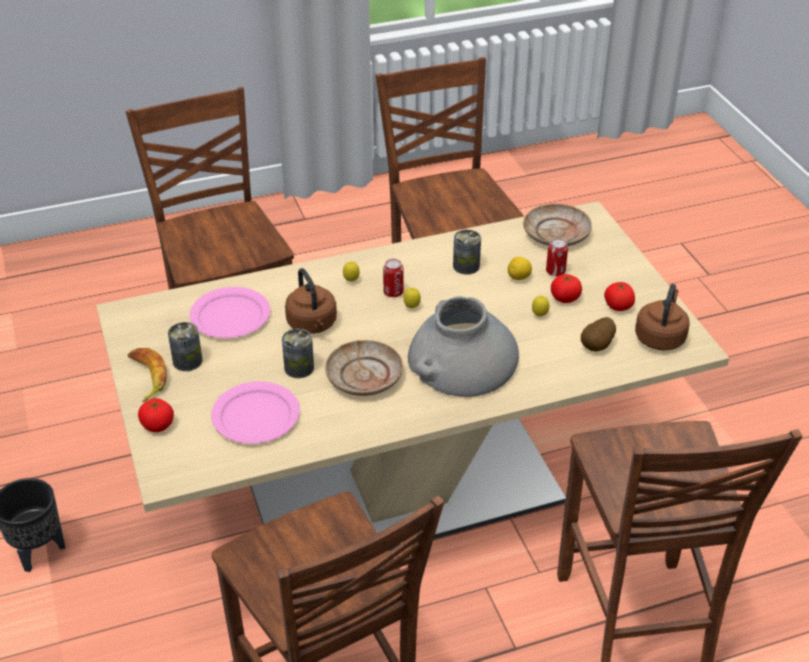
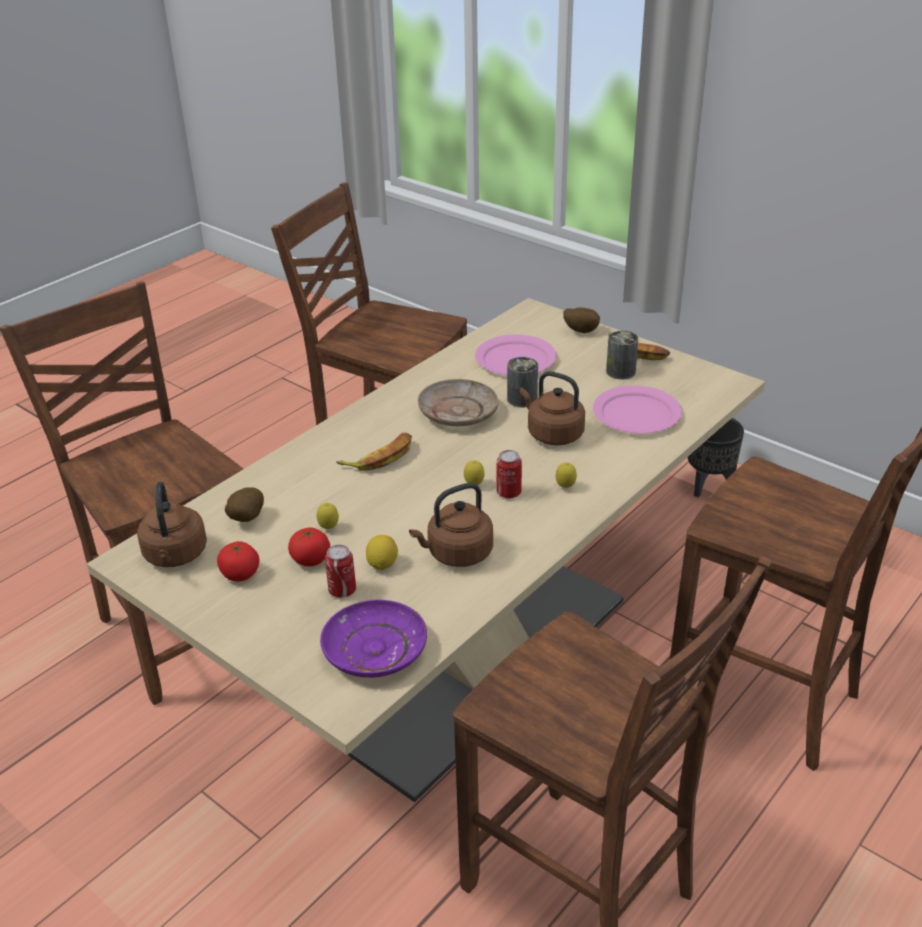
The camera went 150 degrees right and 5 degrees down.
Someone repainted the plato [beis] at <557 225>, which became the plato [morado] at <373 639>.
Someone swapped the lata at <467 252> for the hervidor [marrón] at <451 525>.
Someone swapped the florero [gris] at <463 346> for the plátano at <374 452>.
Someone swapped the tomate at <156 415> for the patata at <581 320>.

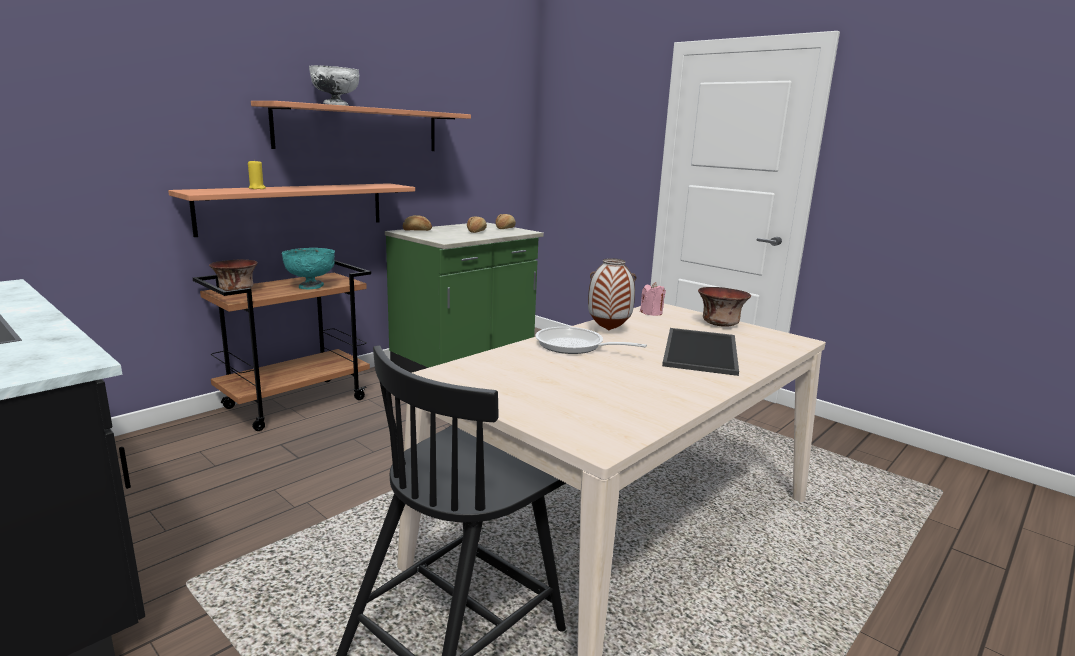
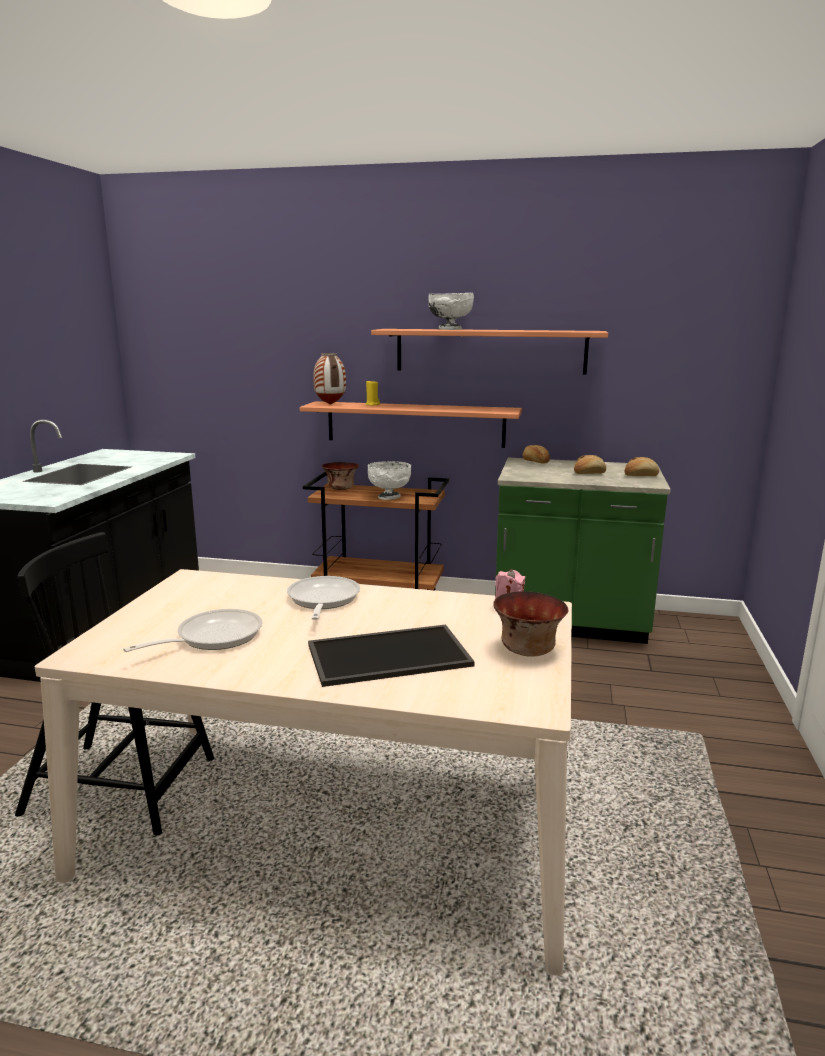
The camera went 60 degrees right and 0 degrees up.
Someone repainted the cuenco [turquesa] at <308 268>, which became the cuenco [blanco] at <389 480>.
Someone carried the florero from <612 294> to <329 379>.
Someone put down the sartén at <193 630>.

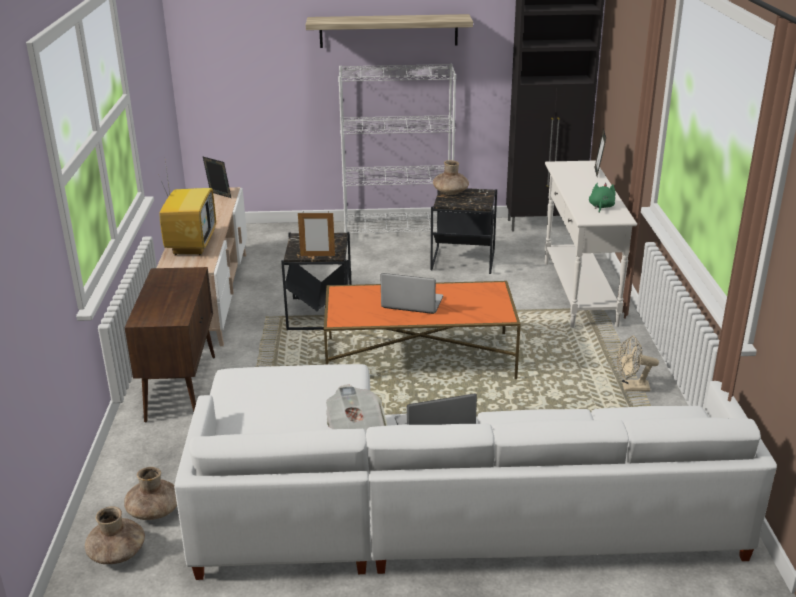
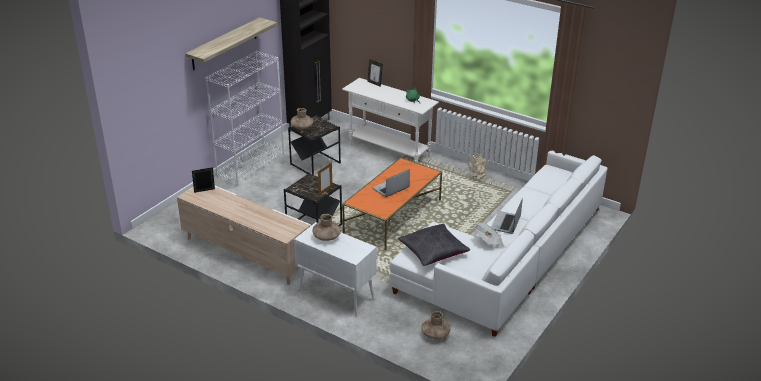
The camera went 55 degrees left and 5 degrees up.
Someone took away the televisor at <187 209>.
Someone repainted the armario [marrón] at <169 345>, which became the armario [blanco] at <335 269>.
Someone carried the florero [marrón] from <115 535> to <326 227>.
Someone put down the cojín [negro] at <434 245>.

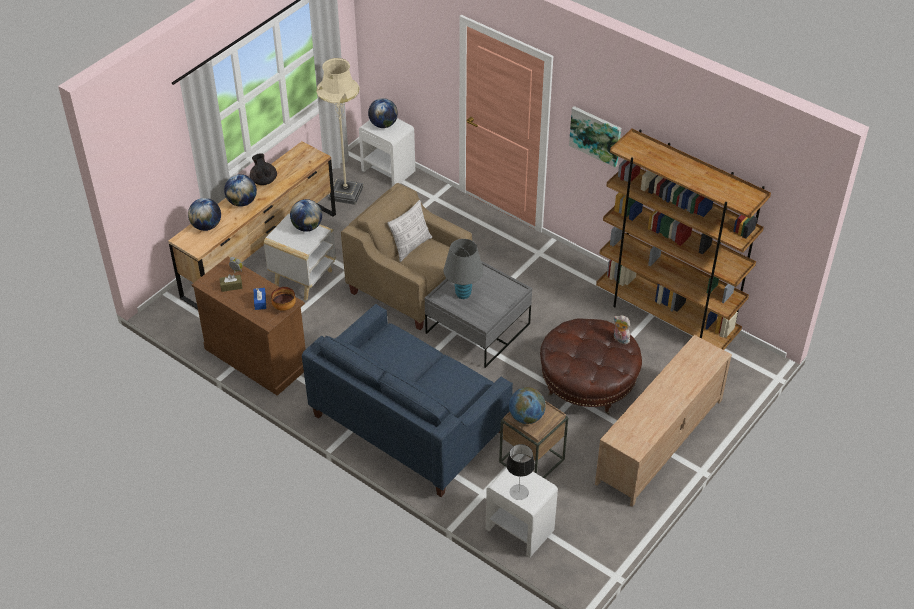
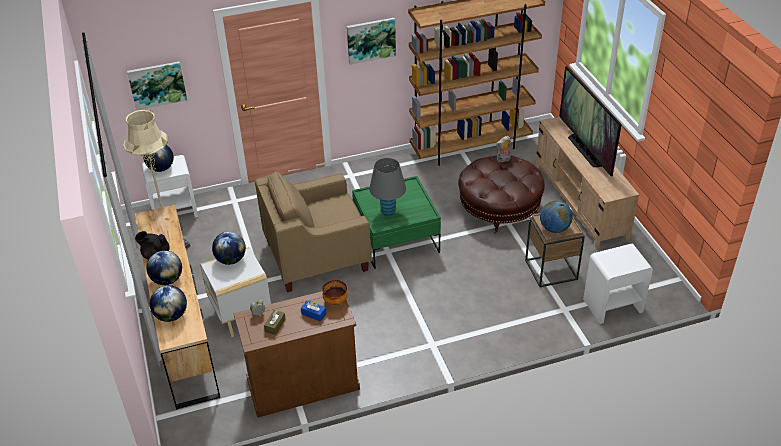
The camera went 55 degrees left and 5 degrees down.
Someone took away the cojín at <409 231>.
Someone repainted the mesa de centro [gris] at <478 314>, which became the mesa de centro [verde] at <396 222>.
Someone took away the sofá [azul] at <407 400>.
Someone took away the lámpara de mesa at <520 472>.
Someone put up the cuadro at <157 86>.
Someone put down the televisor at <590 121>.

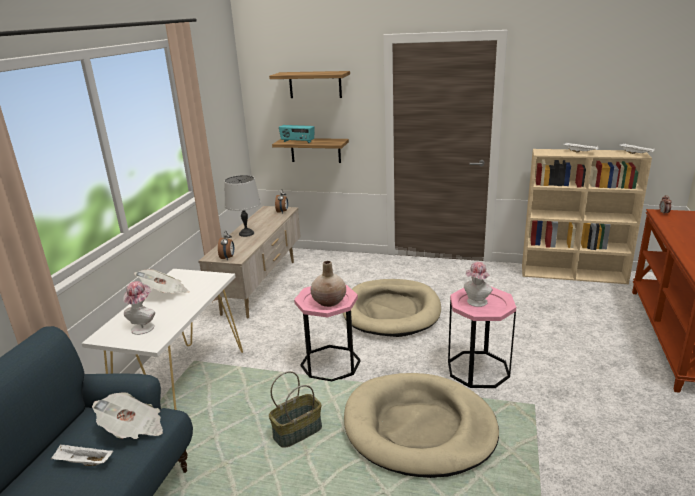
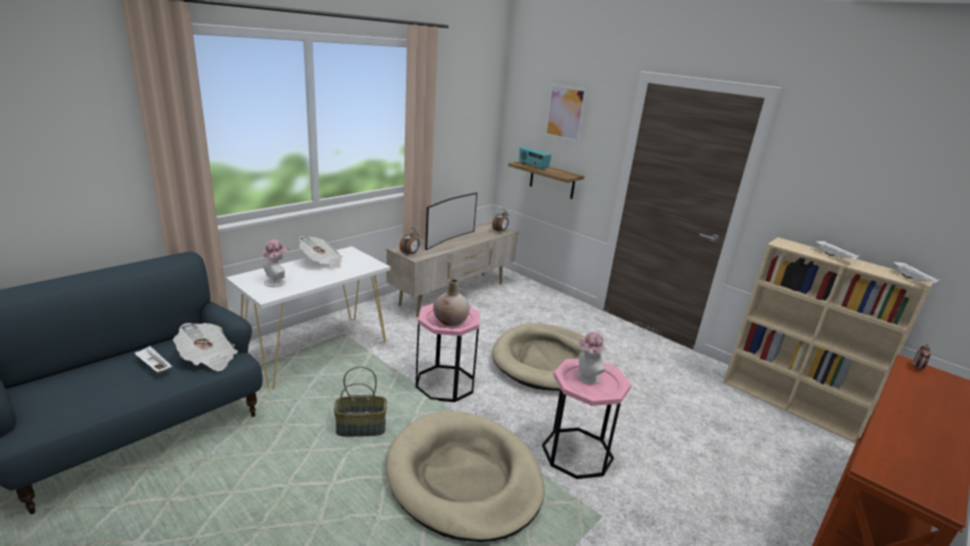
The camera went 25 degrees right and 0 degrees up.
Someone swapped the estante at <309 84> for the cuadro at <566 113>.
Someone swapped the lámpara de mesa [gris] at <242 206> for the televisor at <451 221>.

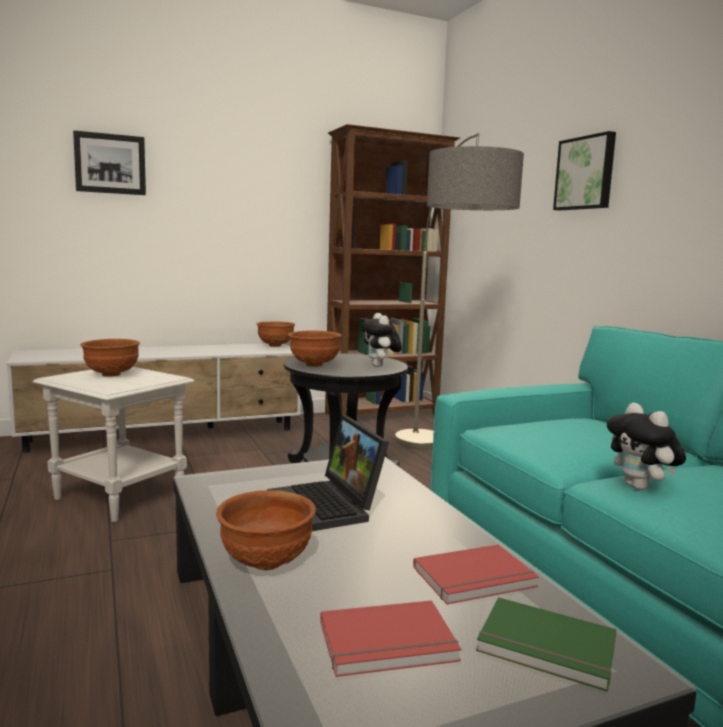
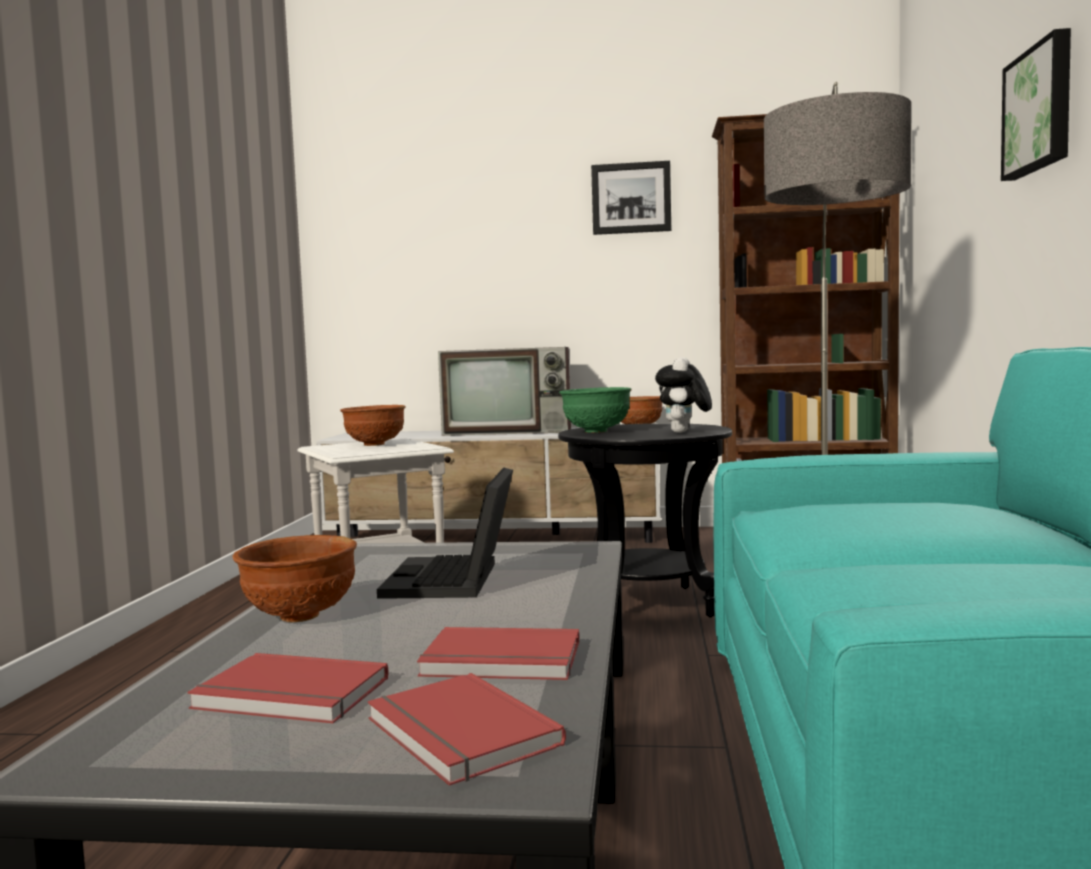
The camera went 30 degrees right and 5 degrees down.
Someone carried the cuadro from <109 162> to <631 198>.
Someone repainted the cuenco [marrón] at <315 349>, which became the cuenco [verde] at <595 410>.
Someone took away the peluche at <646 446>.
Someone repainted the libro [verde] at <546 644>, which became the libro [rojo] at <467 729>.
Someone put down the televisor at <504 391>.

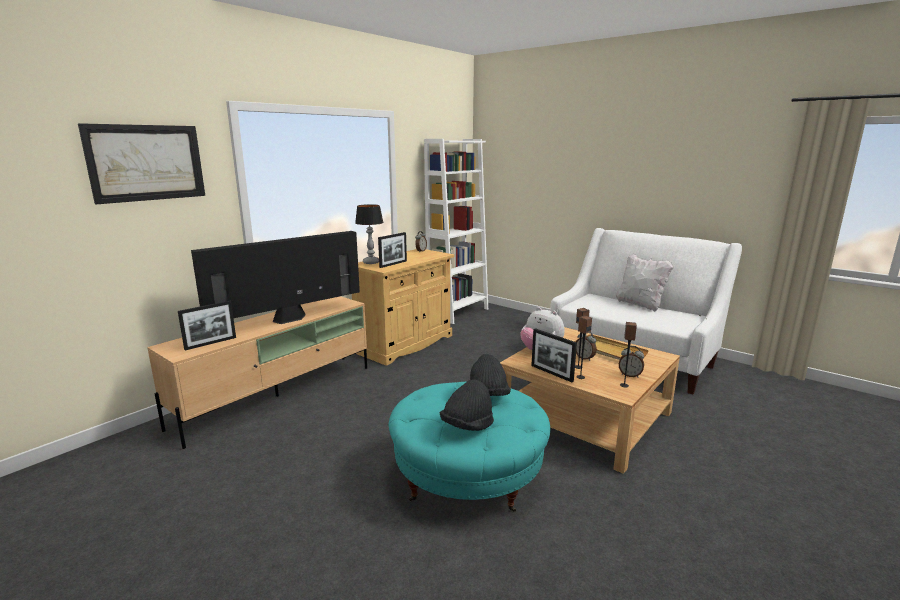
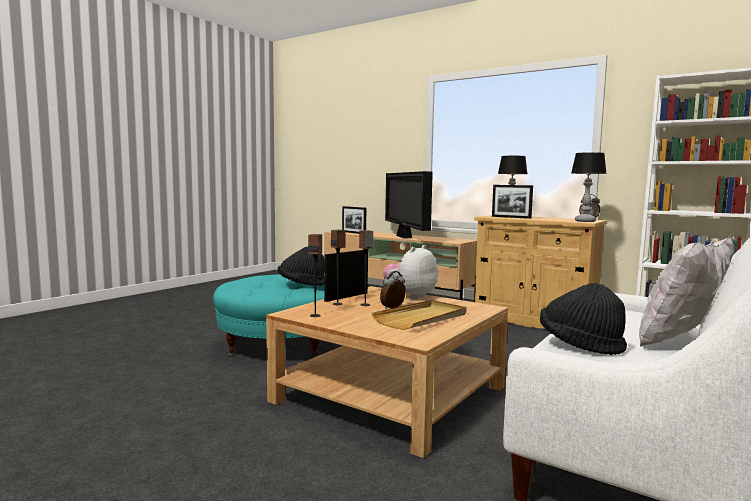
The camera went 85 degrees right and 10 degrees down.
Someone took away the cuadro at <141 163>.
Someone rotated the televisor at <275 277> by 150 degrees counterclockwise.
Someone took away the despertador at <631 361>.
Someone carried the sombrero [negro] from <467 405> to <583 319>.
Someone put down the lámpara de mesa at <589 187>.

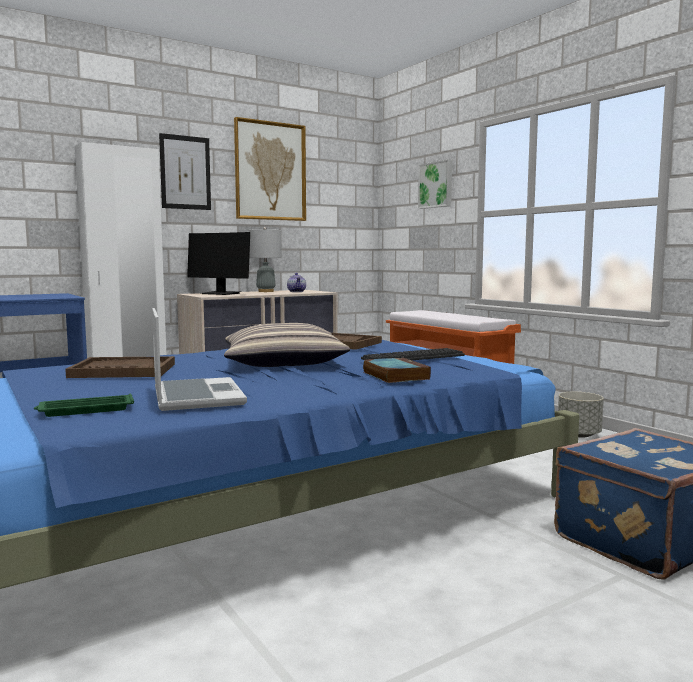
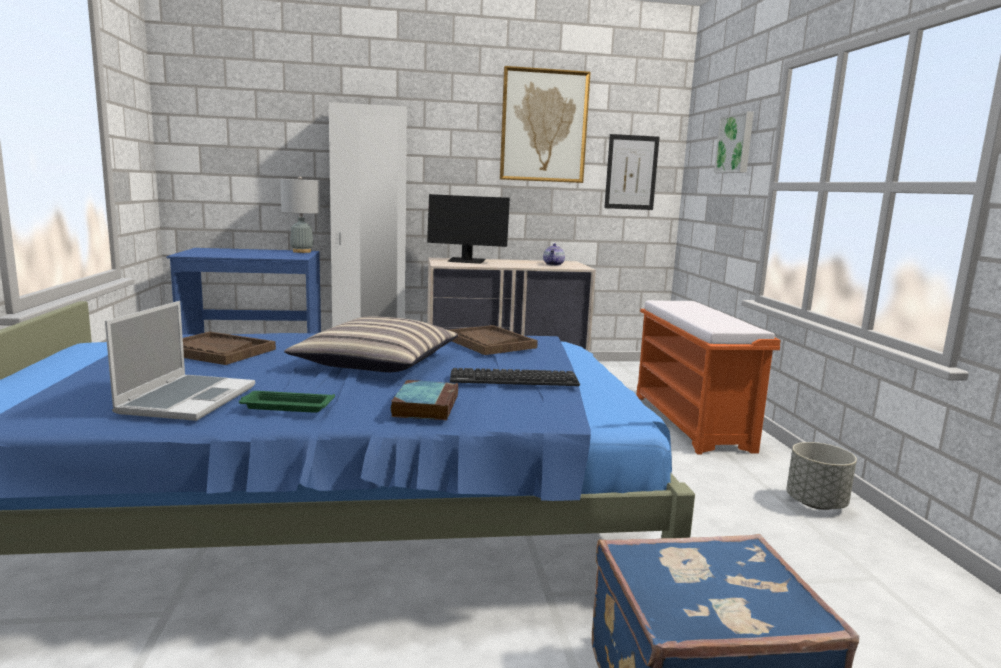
The camera went 25 degrees right and 5 degrees up.
Someone carried the cuadro from <185 171> to <632 172>.
Someone carried the lámpara de mesa [gris] from <265 259> to <300 214>.
Someone rotated the monitor at <218 263> by 45 degrees counterclockwise.
Someone carried the bandeja [verde] from <84 405> to <287 402>.

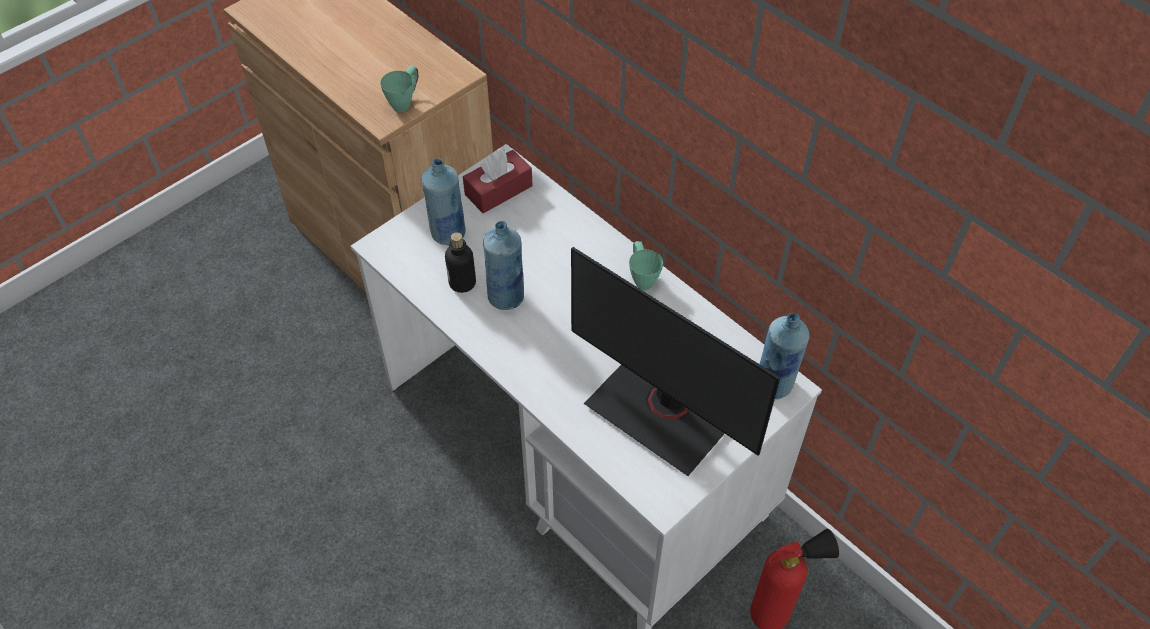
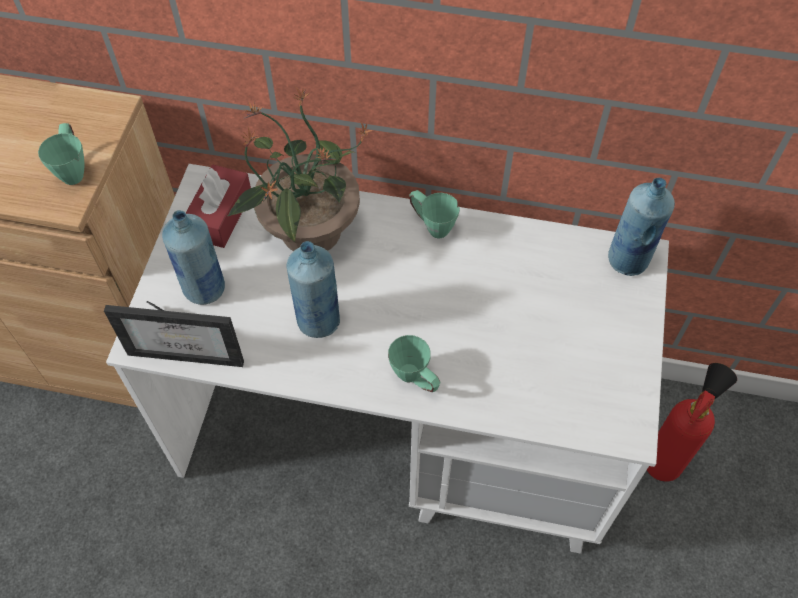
The camera went 35 degrees left and 5 degrees up.
Someone took away the botella at <460 262>.
Someone took away the monitor at <675 361>.
Someone put down the planta en maceta at <300 169>.
Someone put down the portarretratos at <174 334>.
Someone put down the taza grande [verde] at <414 363>.

